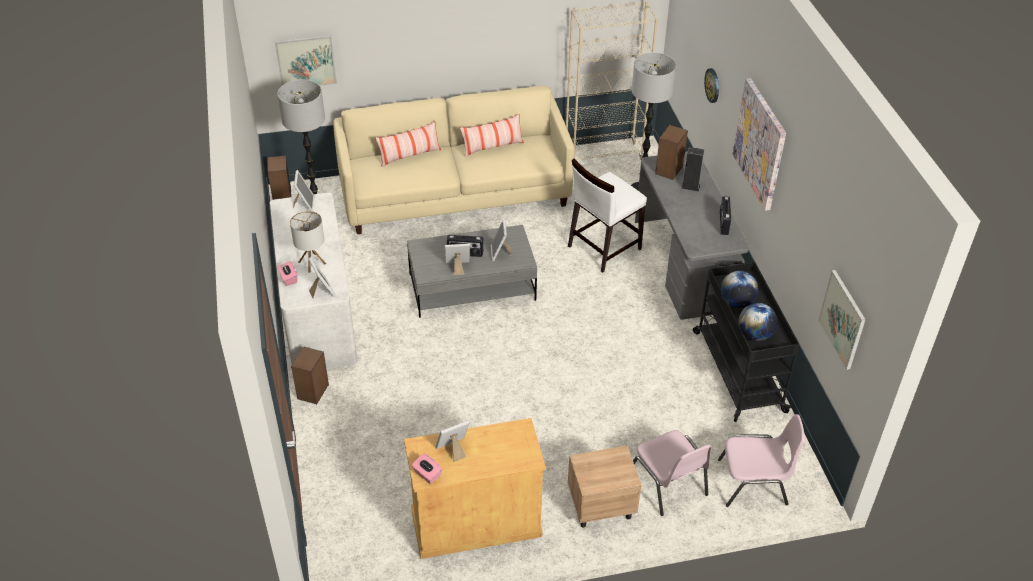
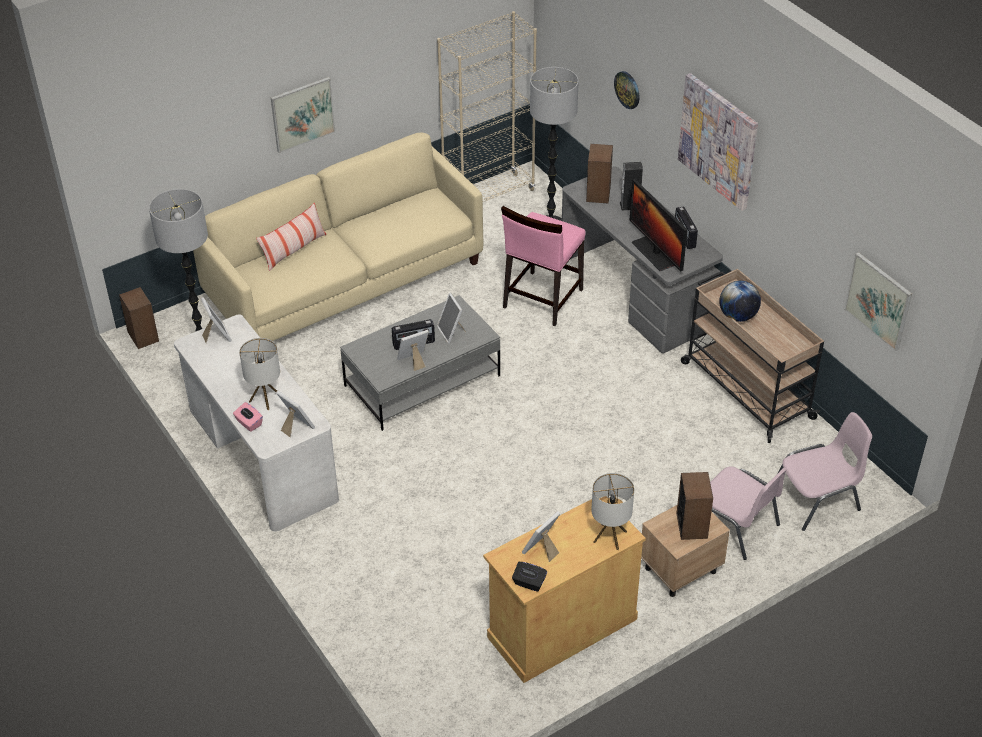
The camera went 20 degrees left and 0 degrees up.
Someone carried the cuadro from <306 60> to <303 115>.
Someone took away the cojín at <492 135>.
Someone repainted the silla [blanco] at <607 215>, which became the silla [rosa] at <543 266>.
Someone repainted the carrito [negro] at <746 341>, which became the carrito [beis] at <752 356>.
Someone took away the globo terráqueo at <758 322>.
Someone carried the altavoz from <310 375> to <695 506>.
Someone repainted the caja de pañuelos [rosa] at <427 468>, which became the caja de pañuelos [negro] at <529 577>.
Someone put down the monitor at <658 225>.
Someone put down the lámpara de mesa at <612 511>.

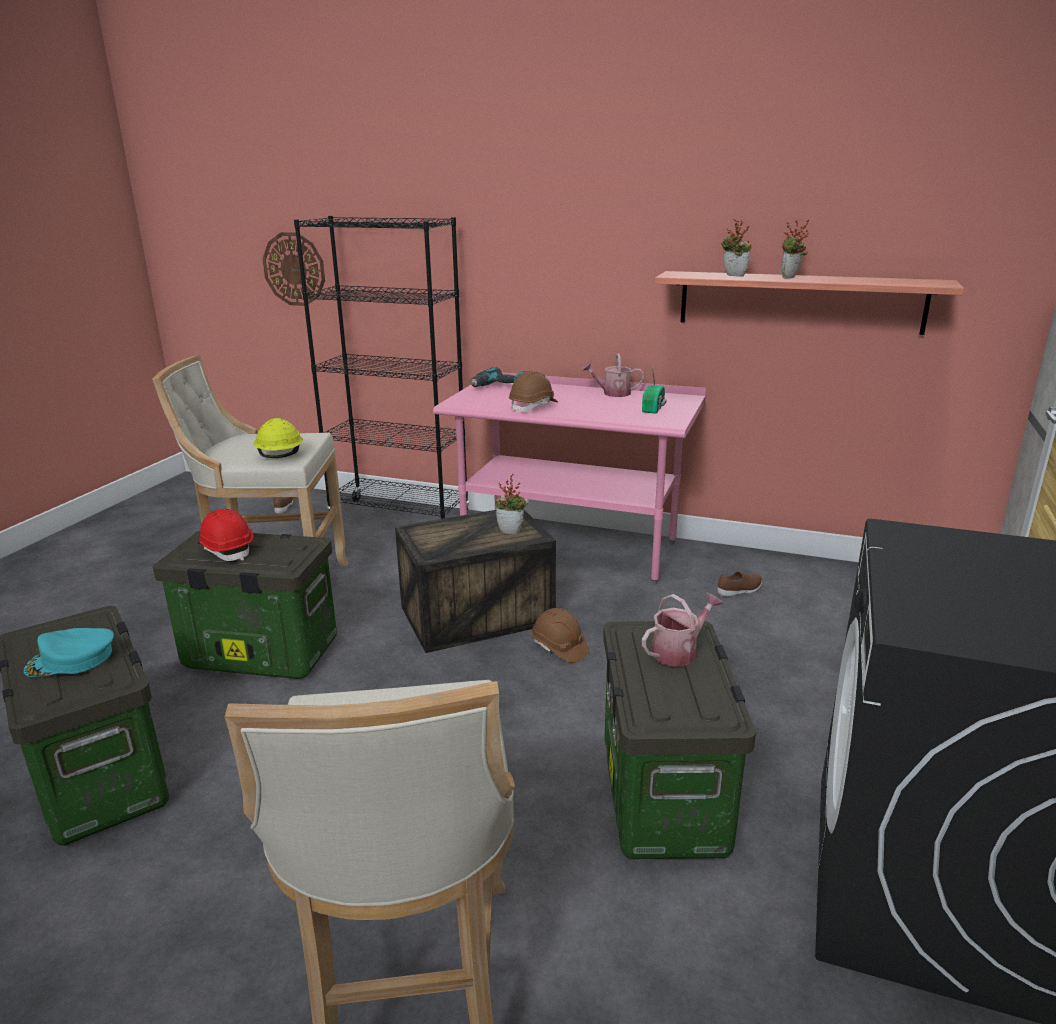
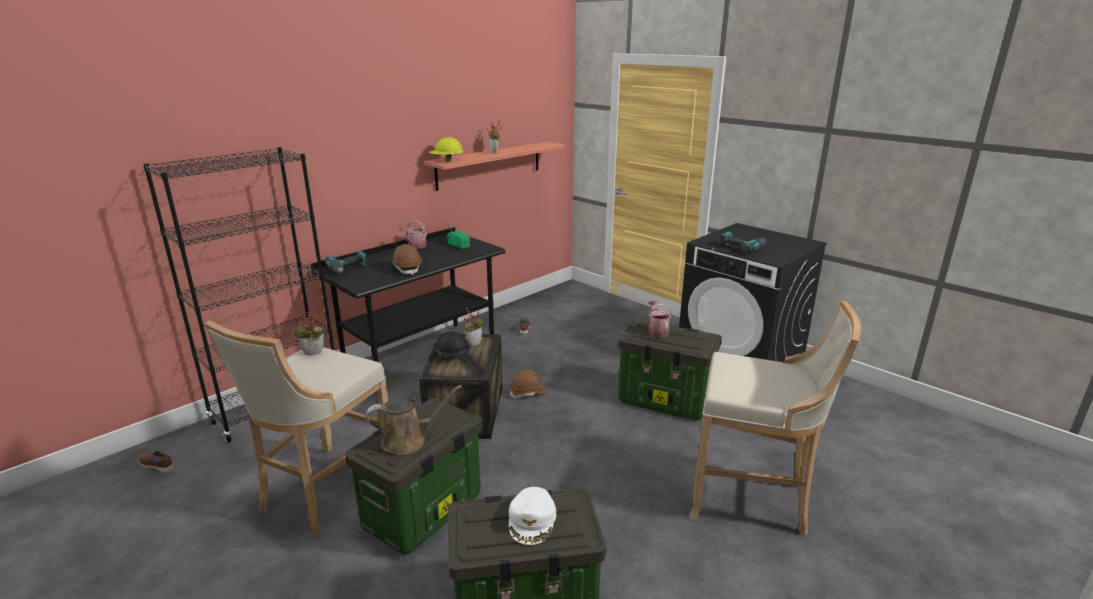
The camera went 65 degrees left and 0 degrees up.
Someone carried the planta en maceta from <736 248> to <308 333>.
Someone took away the reloj de pared at <293 269>.
Someone repainted the escritorio [rosa] at <569 478>, which became the escritorio [negro] at <407 294>.
Someone carried the casco [amarillo] from <278 438> to <446 149>.
Someone swapped the casco [rojo] at <225 535> for the regadera [marrón] at <413 420>.
Someone repainted the gorra [turquesa] at <69 652>, which became the gorra [blanco] at <532 516>.
Someone put down the taladro at <743 242>.
Someone put down the casco [negro] at <451 345>.

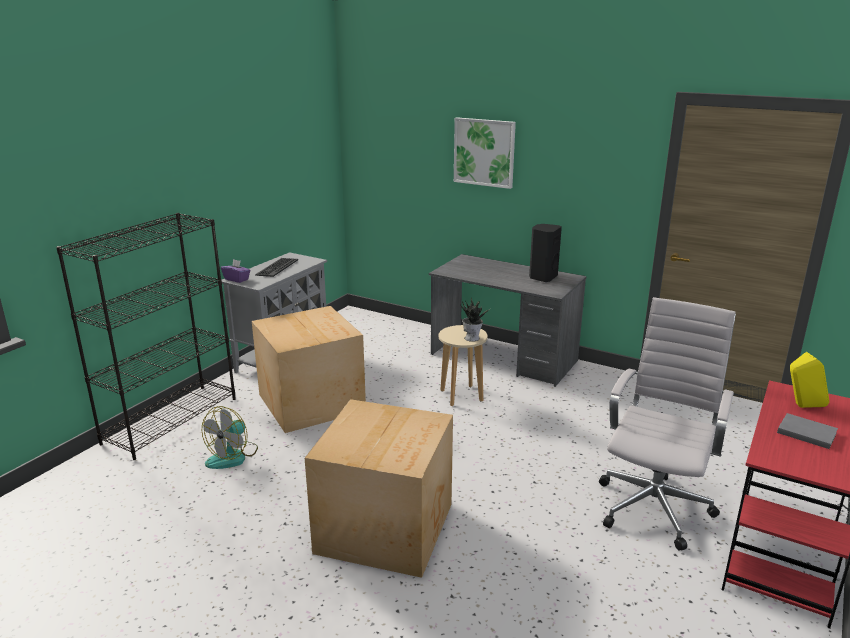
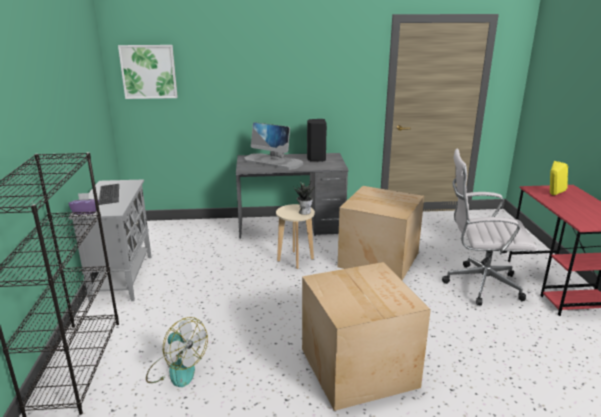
The camera went 35 degrees left and 0 degrees up.
Someone carried the cuadro from <485 153> to <148 72>.
Someone rotated the silla de oficina [blanco] at <667 424> by 75 degrees counterclockwise.
Someone carried the caja de cartón from <309 369> to <381 233>.
Someone rotated the ventilador at <230 437> by 45 degrees counterclockwise.
Someone took away the libro [gris] at <807 431>.
Someone put down the monitor at <273 146>.

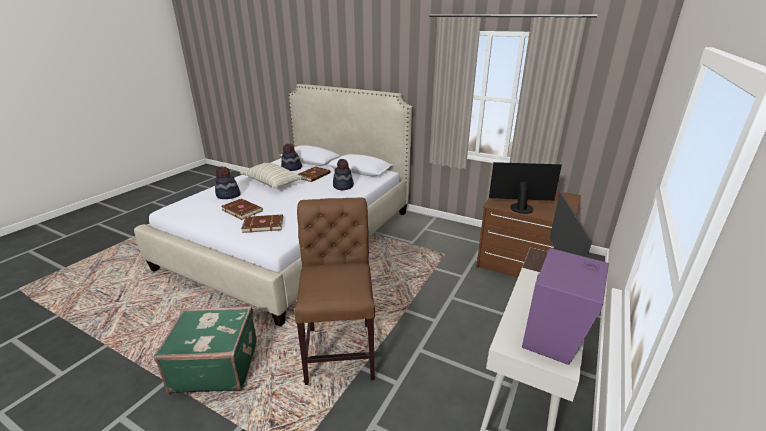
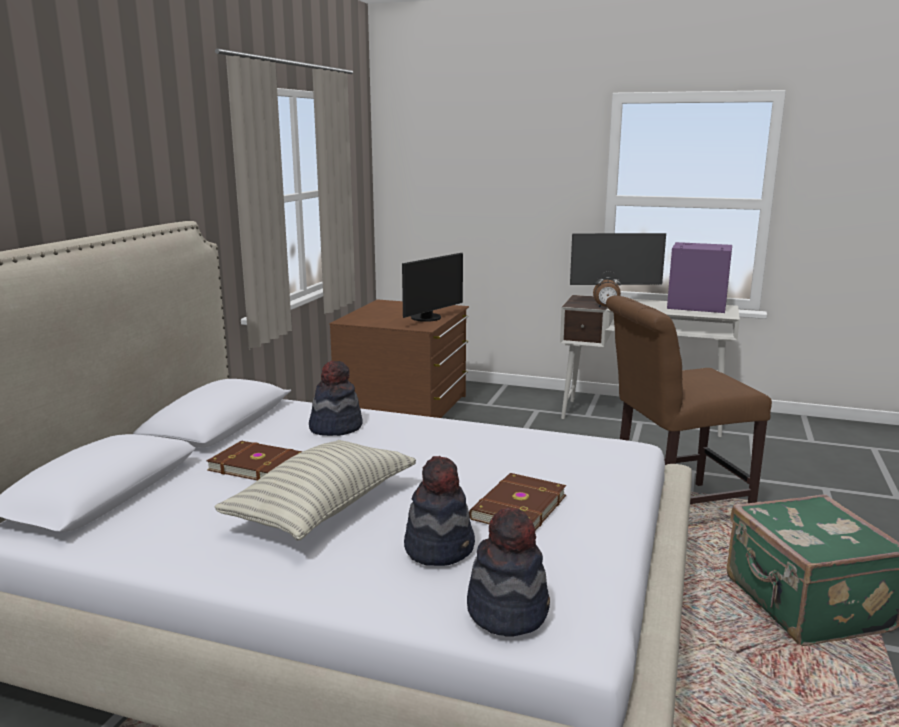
The camera went 100 degrees left and 10 degrees down.
Someone carried the sombrero from <291 157> to <508 572>.
Someone rotated the monitor at <525 188> by 135 degrees counterclockwise.
Someone took away the libro [marrón] at <262 223>.
Someone put down the despertador at <607 289>.

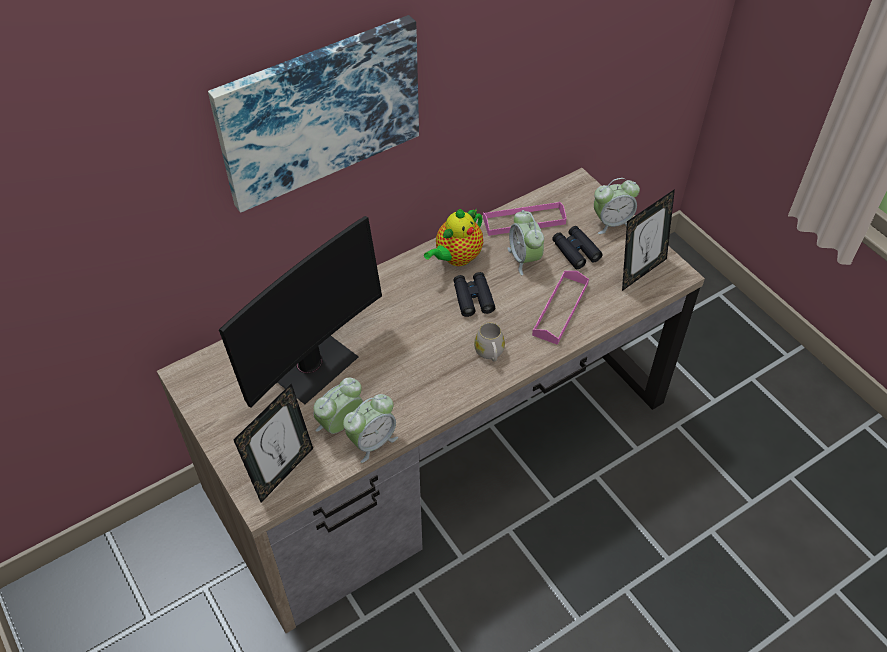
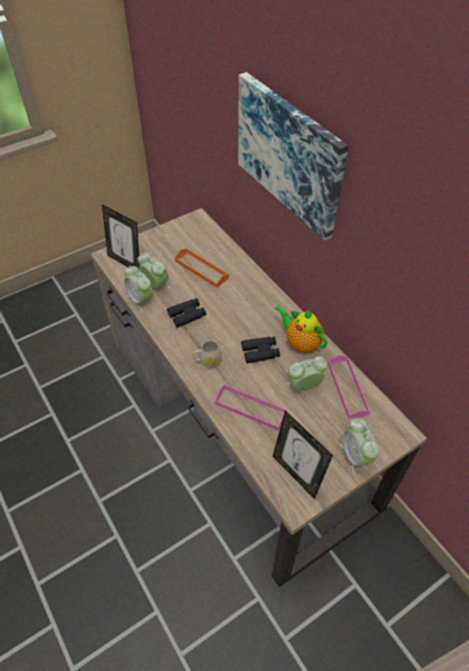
The camera went 90 degrees right and 0 degrees up.
Someone swapped the monitor at <300 312> for the bandeja [naranja] at <202 268>.
Someone carried the prismáticos [negro] from <577 247> to <186 313>.

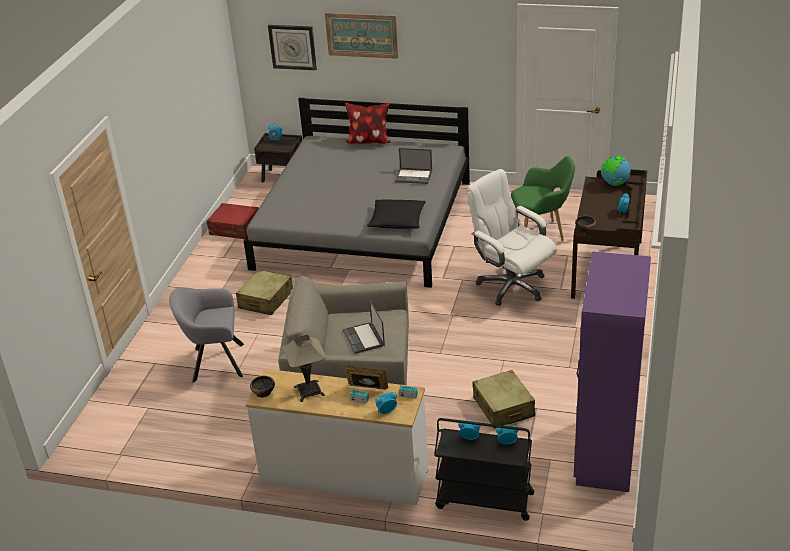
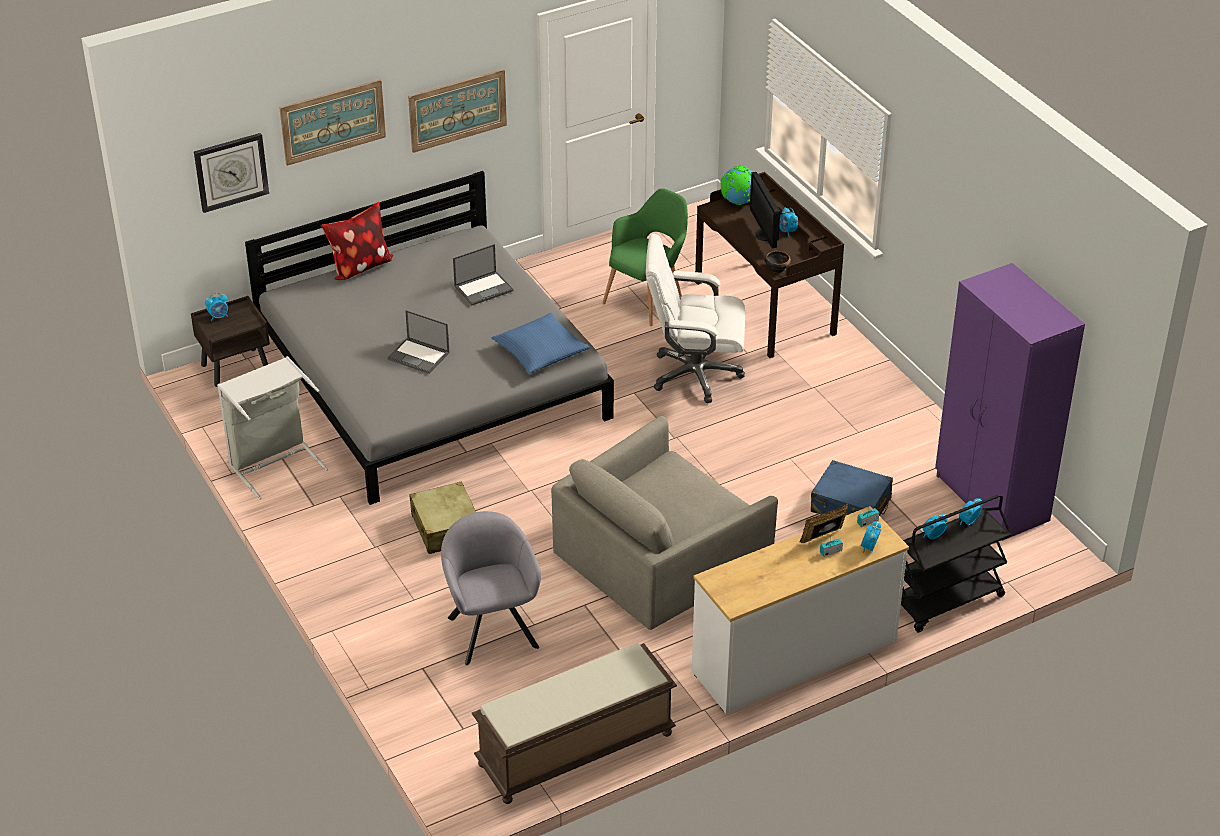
The camera went 45 degrees left and 5 degrees up.
Someone repainted the cojín [negro] at <396 214>, which became the cojín [azul] at <541 343>.
Someone swapped the maleta [rojo] at <232 221> for the cesto de la ropa [gris] at <272 428>.
Someone rotated the sillón [gris] at <206 334> by 120 degrees clockwise.
Someone carried the portátil from <364 327> to <418 342>.
Someone took away the lámpara de mesa at <304 368>.
Someone repainted the maleta [beis] at <504 399>, which became the maleta [azul] at <852 488>.
Someone took away the cuenco at <262 387>.
Someone put up the cuadro at <457 111>.
Someone put down the monitor at <765 210>.
Someone put down the banco [marrón] at <574 723>.

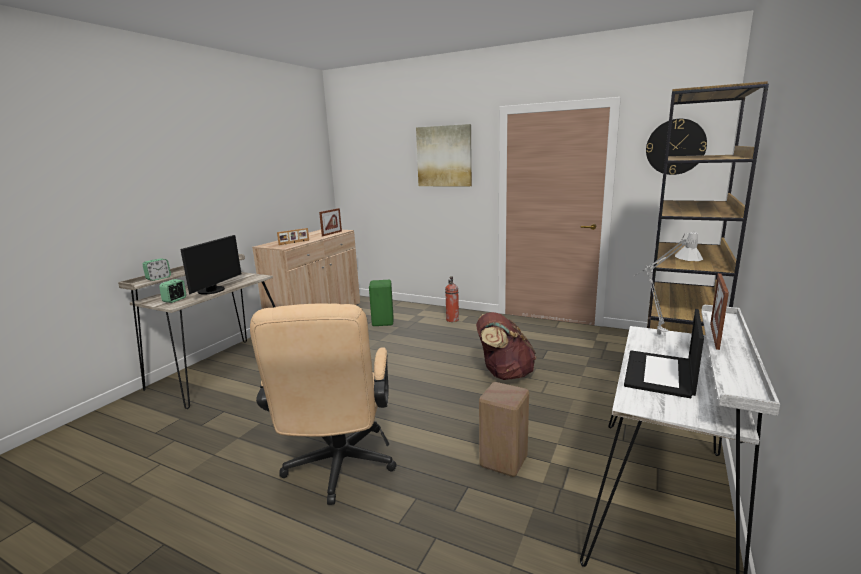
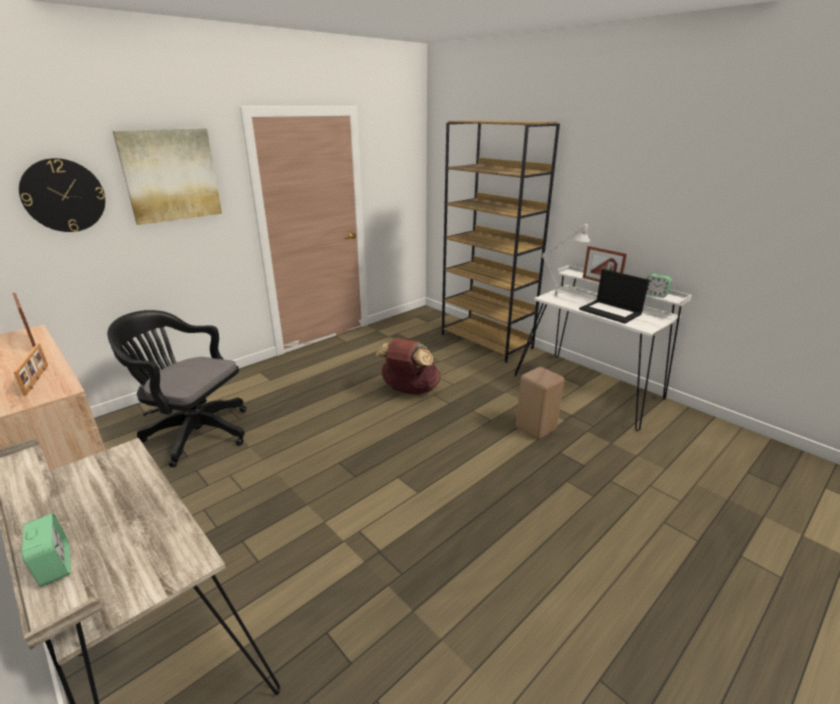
The camera went 70 degrees left and 10 degrees up.
Someone carried the reloj de pared from <676 147> to <62 195>.
Someone took away the monitor at <210 265>.
Someone took away the extintor at <452 299>.
Someone carried the despertador from <172 291> to <659 286>.
Someone swapped the taburete [verde] at <381 303> for the silla de oficina [negro] at <176 388>.
Someone took away the silla de oficina [beis] at <323 404>.

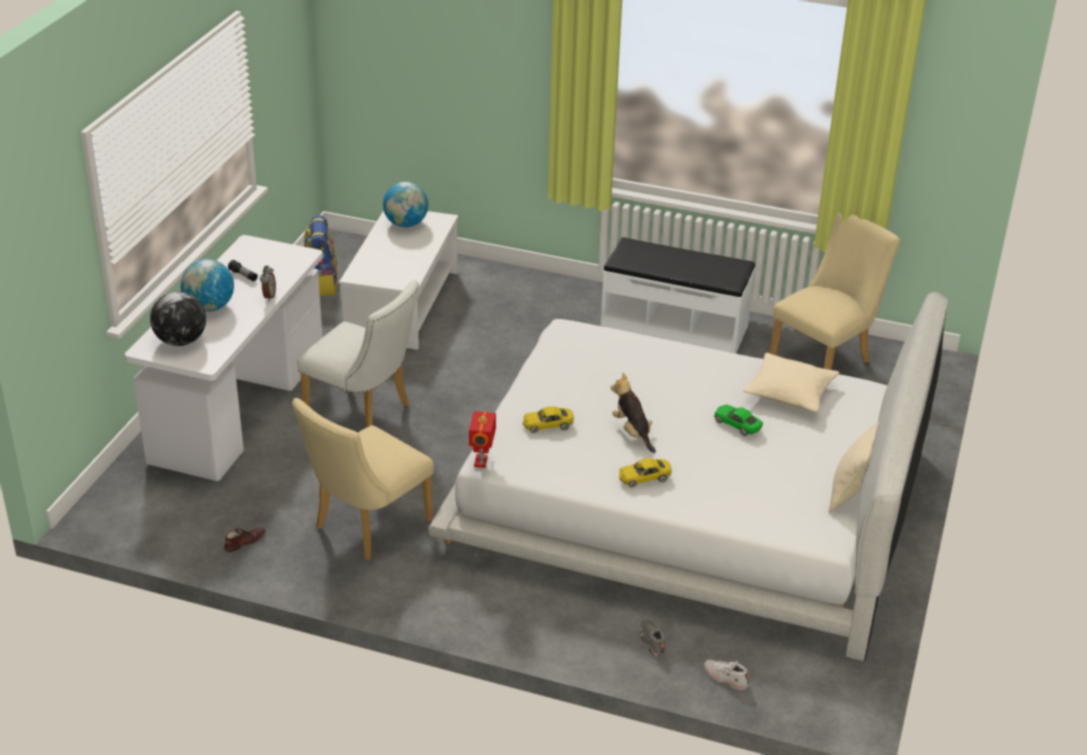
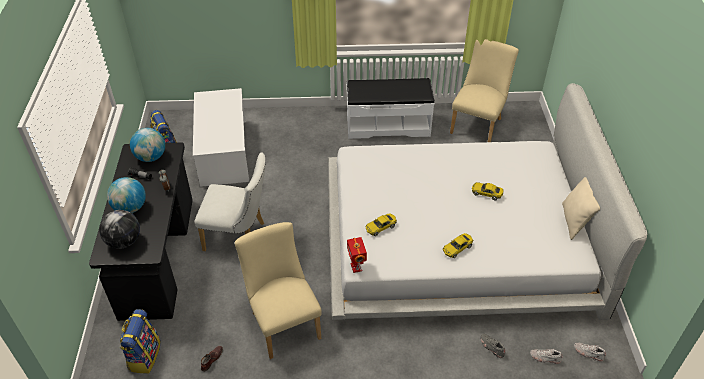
The camera went 20 degrees left and 10 degrees up.
Someone carried the globo terráqueo from <405 204> to <147 145>.
Someone repainted the escritorio [blanco] at <224 358>, which became the escritorio [negro] at <141 232>.
Someone took away the cojín [beis] at <791 382>.
Someone took away the peluche at <633 413>.
Someone rotated the silla [beis] at <363 479> by 135 degrees clockwise.
Someone repainted the coche de juguete [verde] at <738 420>, which became the coche de juguete [amarillo] at <487 191>.
Someone put down the mochila at <140 341>.
Someone put down the zapato [blanco] at <590 352>.

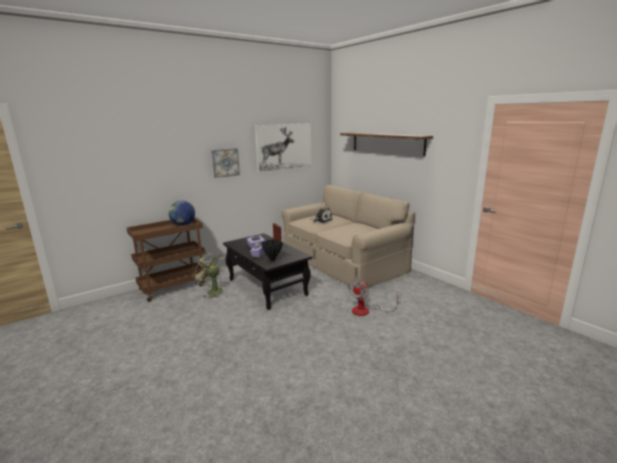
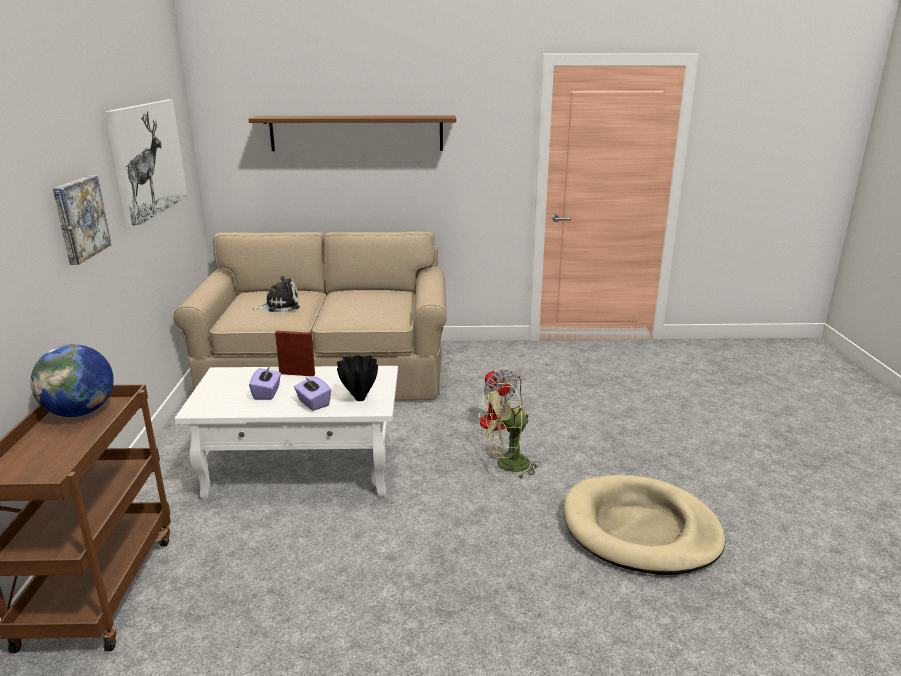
The camera went 55 degrees left and 5 degrees up.
Someone repainted the mesa de centro [negro] at <267 271>, which became the mesa de centro [blanco] at <286 432>.
Someone carried the ventilador [verde] from <208 274> to <510 431>.
Someone put down the cama para perro [beis] at <644 525>.

